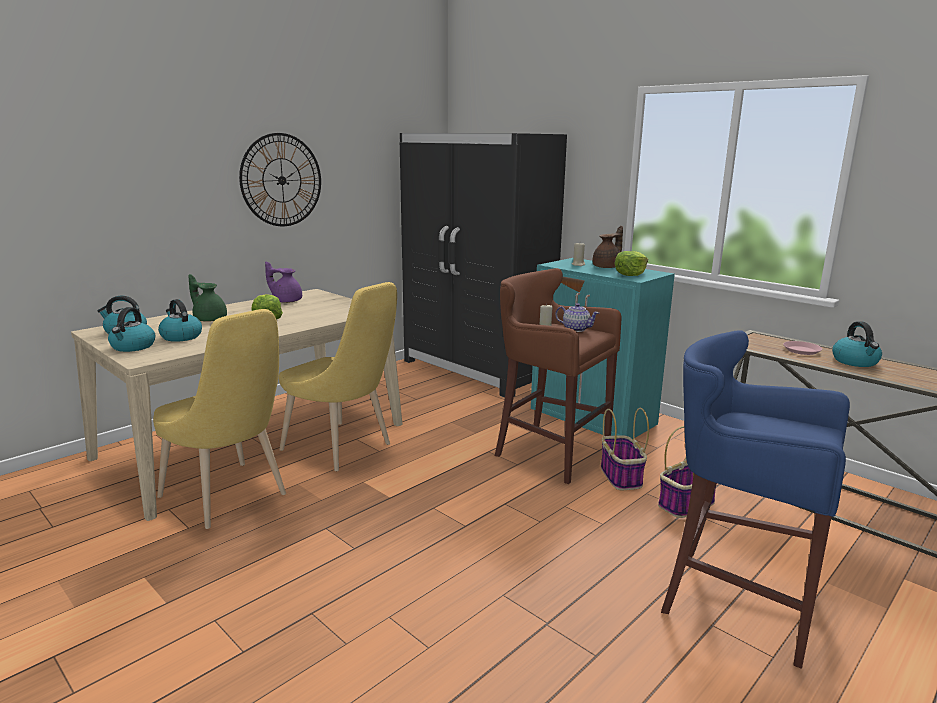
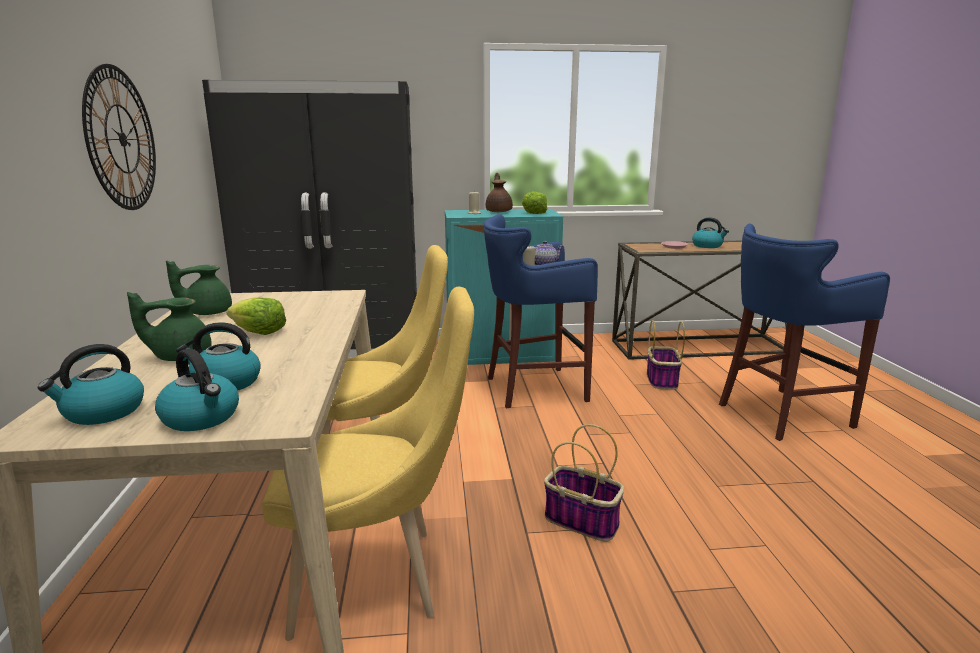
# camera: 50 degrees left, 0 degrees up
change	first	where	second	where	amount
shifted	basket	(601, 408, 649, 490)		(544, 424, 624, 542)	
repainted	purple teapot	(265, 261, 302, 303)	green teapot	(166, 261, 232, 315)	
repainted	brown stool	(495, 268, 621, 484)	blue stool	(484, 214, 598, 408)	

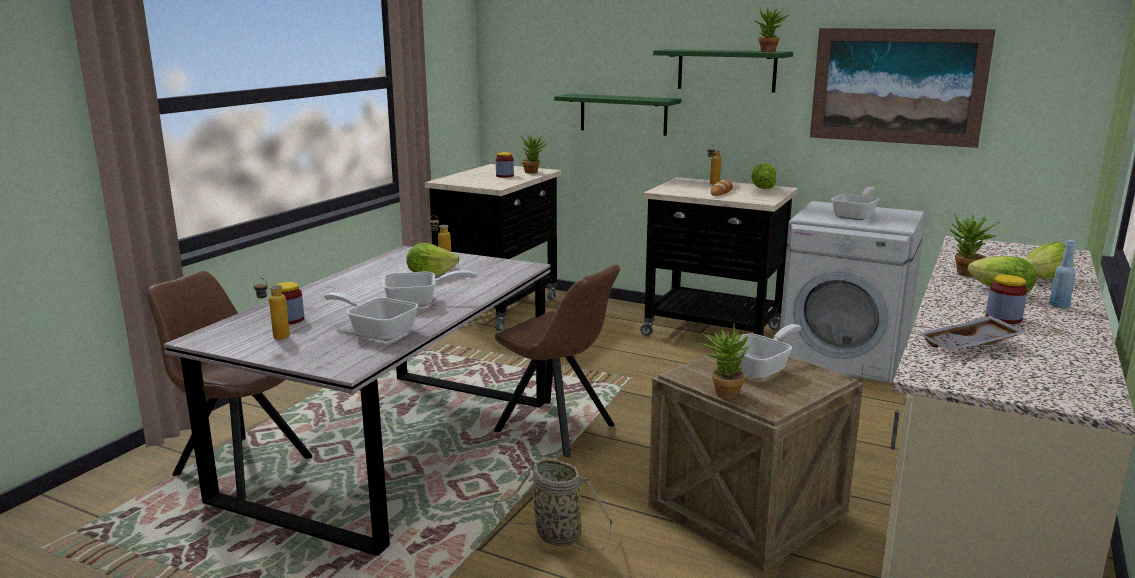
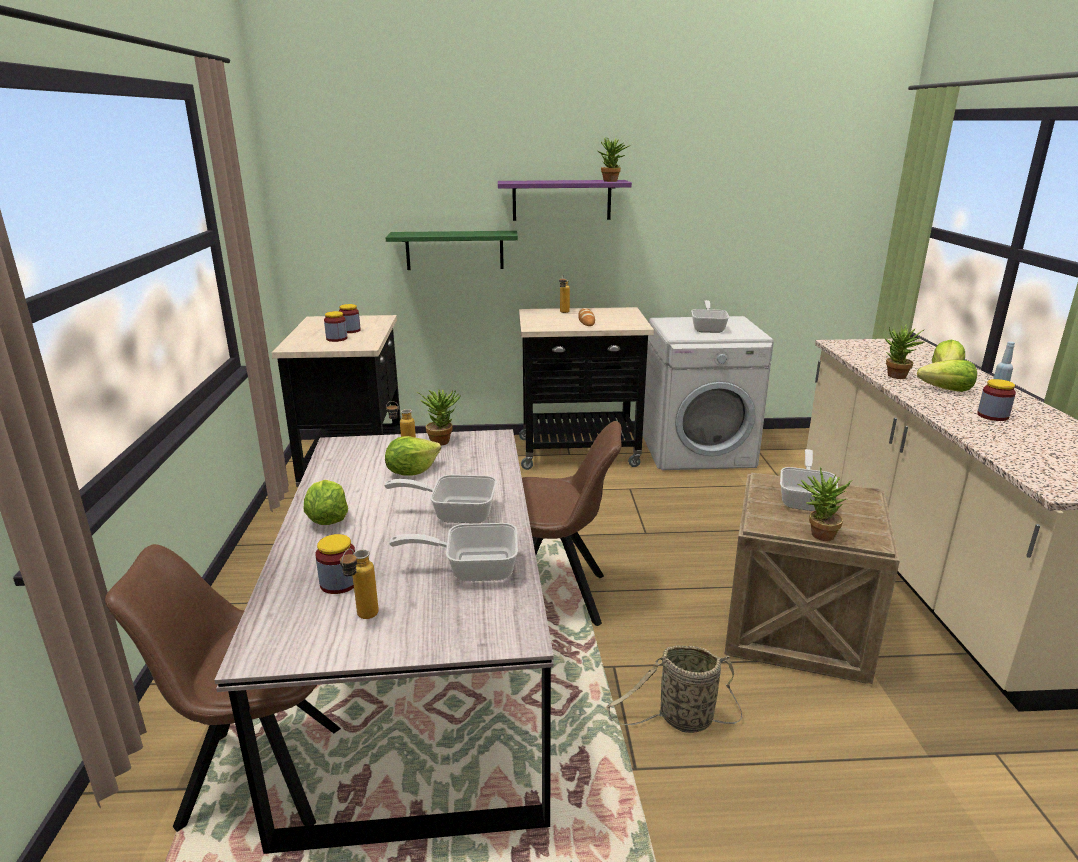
# camera: 30 degrees left, 5 degrees up
change	first	where	second	where	amount
gone	picture	(810, 28, 996, 148)			
gone	grey tray	(918, 316, 1026, 351)			
new			jar	(324, 311, 347, 342)	
shifted	potted plant	(520, 135, 547, 174)		(417, 389, 461, 446)	
shifted	lettuce	(751, 163, 776, 189)		(303, 480, 348, 525)	
repainted	green shelf	(653, 49, 793, 93)	purple shelf	(498, 180, 632, 221)	
rotated	frying pan	(383, 270, 477, 307)		(384, 475, 497, 523)	135 degrees counterclockwise

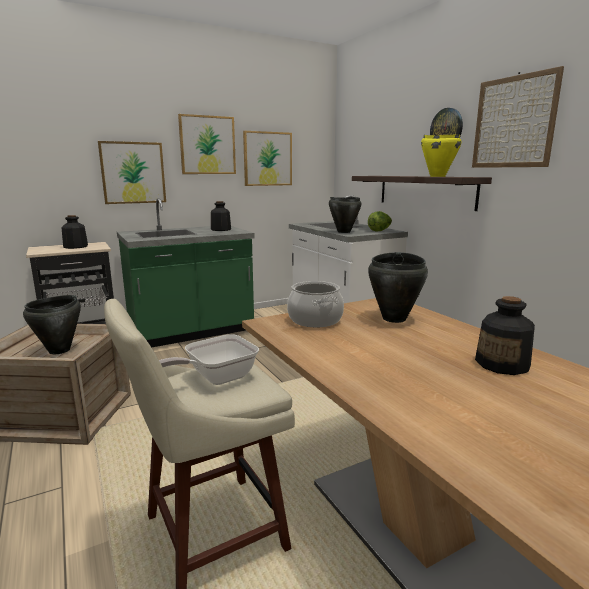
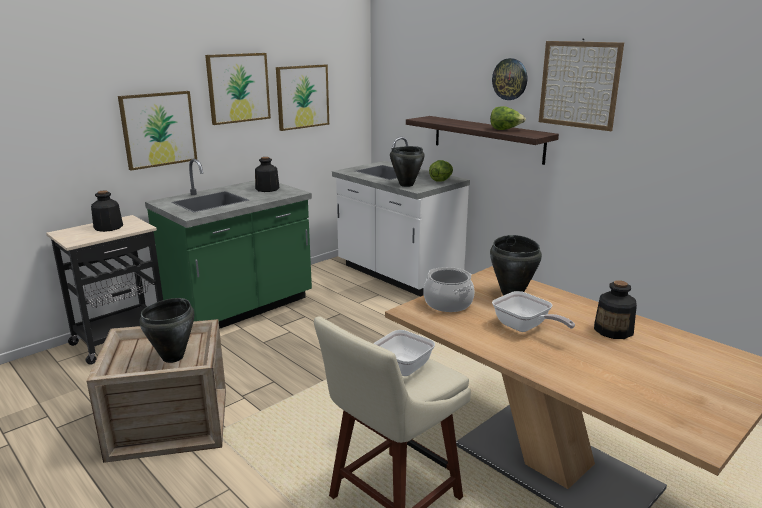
# camera: 15 degrees left, 5 degrees up
change	first	where	second	where	amount
new			frying pan	(492, 291, 575, 332)	
swapped	yellow cooking pot	(421, 135, 461, 177)	lettuce	(490, 106, 526, 130)	

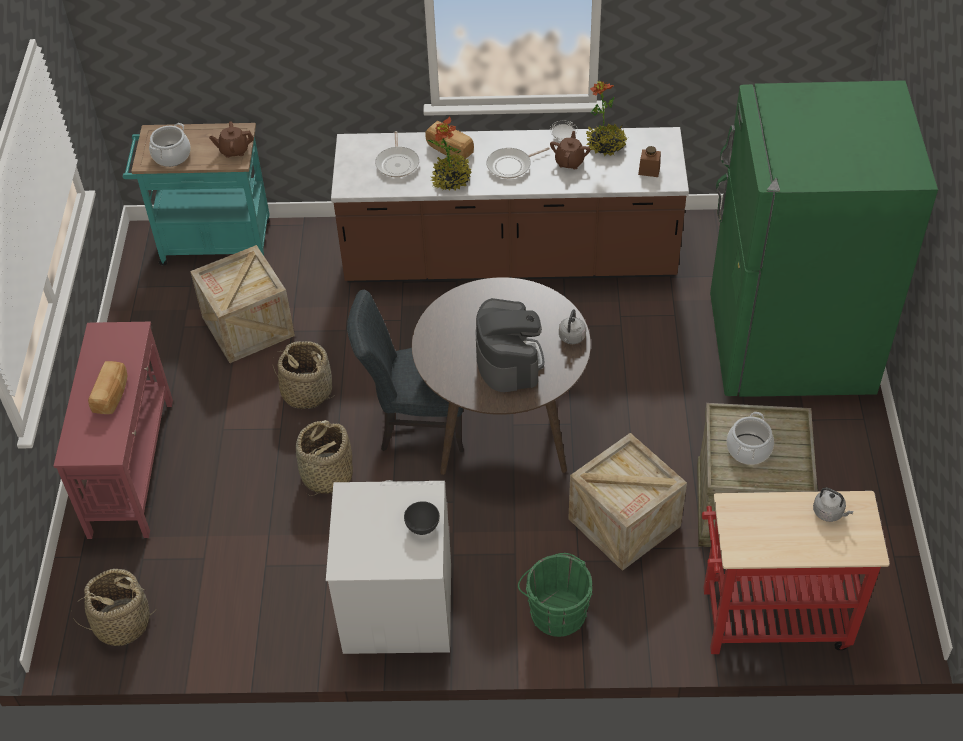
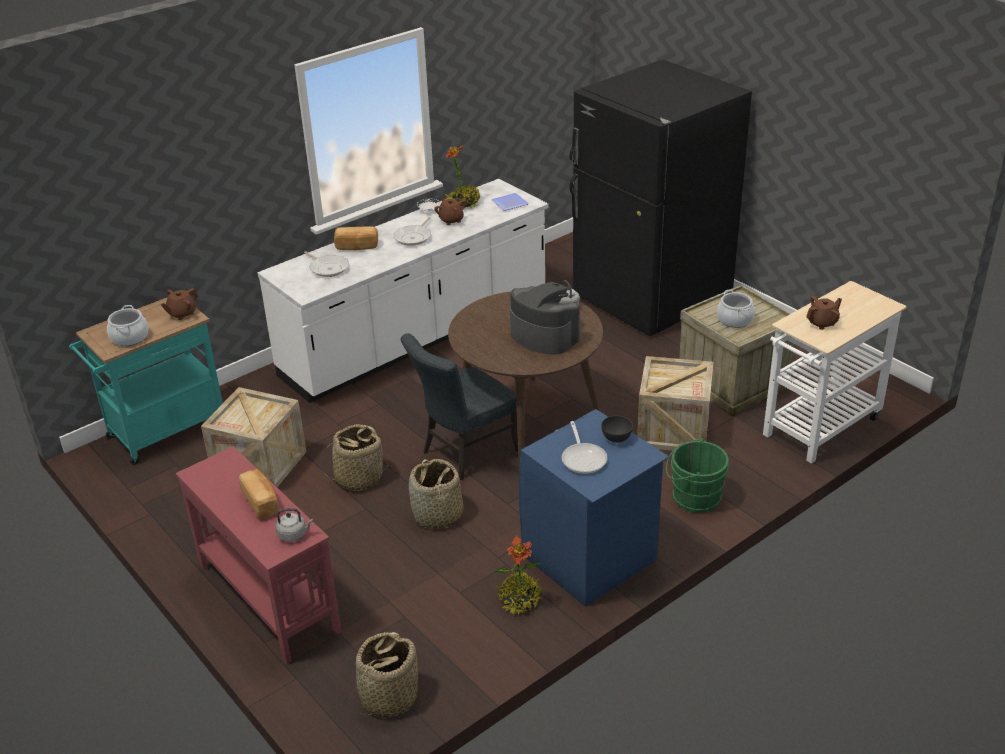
# camera: 40 degrees left, 15 degrees down
change	first	where	second	where	amount
new			frying pan	(562, 421, 608, 474)	
new			brown teapot	(806, 296, 842, 330)	
shifted	potted plant	(428, 117, 472, 191)		(494, 536, 543, 615)	
shifted	grey kettle	(813, 487, 853, 522)		(276, 508, 313, 542)	
swapped	brown jar	(638, 146, 661, 177)	plate	(491, 193, 529, 211)	
repainted	white washing machine	(326, 480, 451, 654)	blue washing machine	(519, 409, 669, 607)	
repainted	brown counter	(331, 127, 689, 282)	white counter	(257, 179, 548, 403)	
repainted	red cart	(702, 491, 890, 654)	white cart	(763, 281, 906, 463)	
repainted	green fridge	(710, 80, 938, 397)	black fridge	(569, 59, 752, 336)	

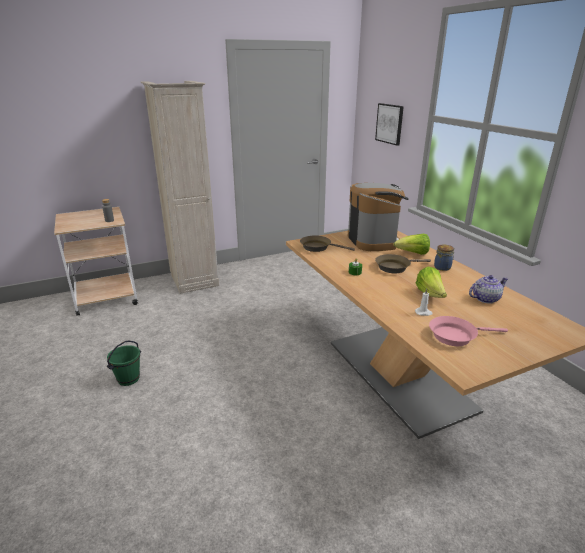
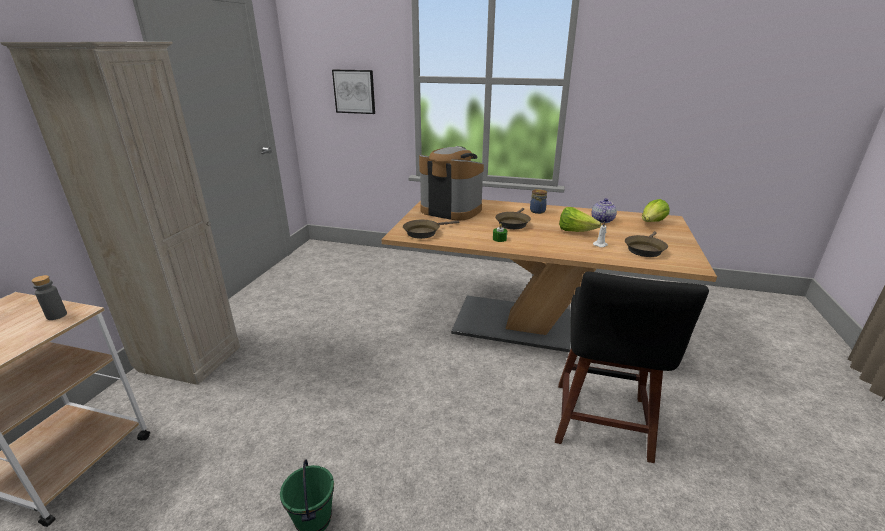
# camera: 50 degrees left, 0 degrees up
change	first	where	second	where	amount
new			black stool	(555, 272, 709, 463)	
shifted	lettuce	(393, 234, 430, 255)		(642, 199, 669, 222)	
repainted	pink frying pan	(429, 316, 508, 346)	brown frying pan	(625, 231, 668, 257)	

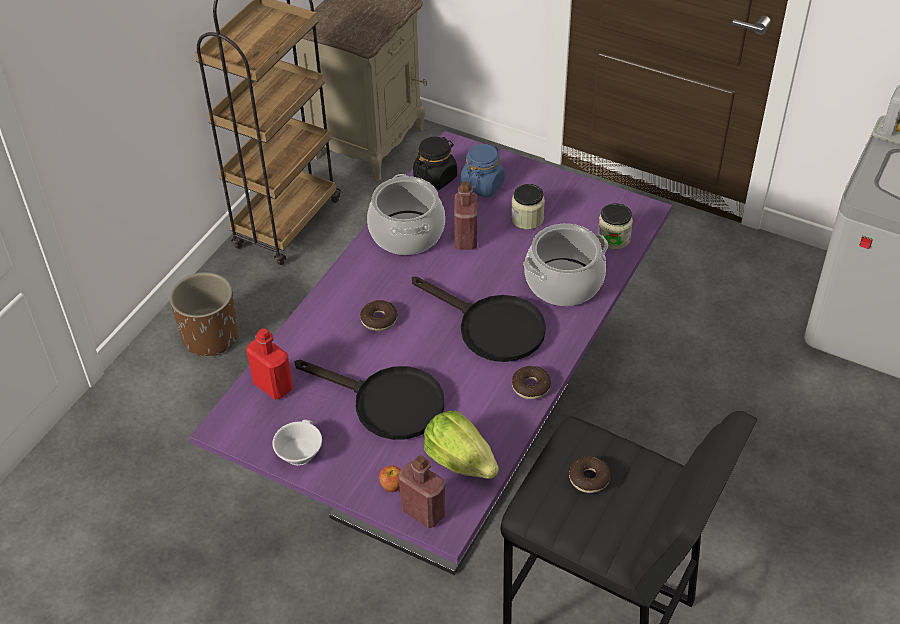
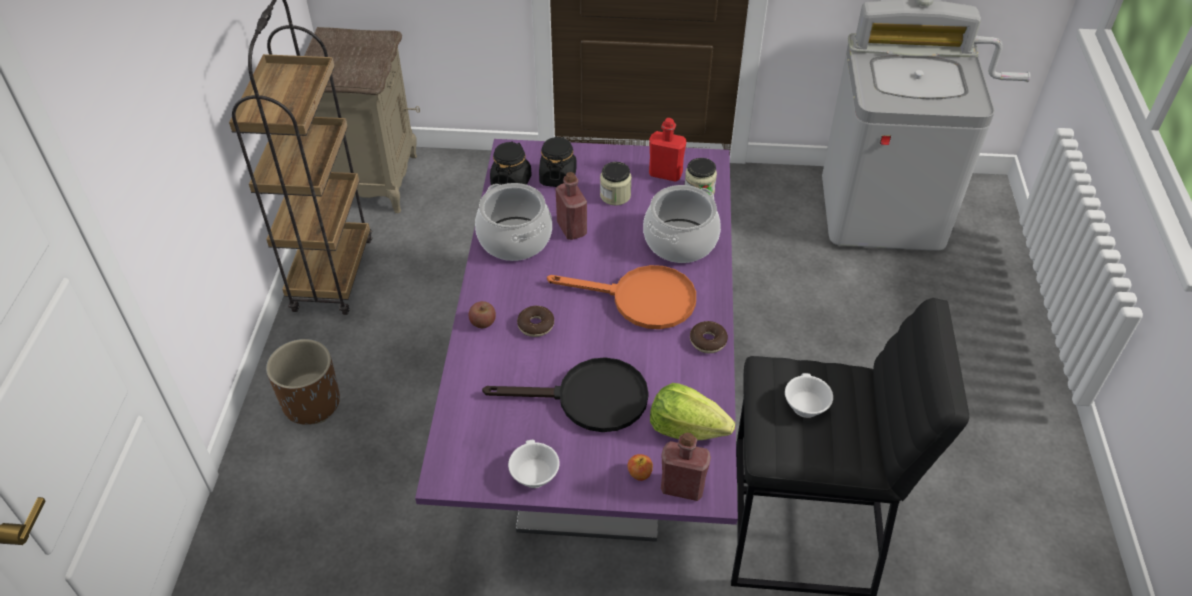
# camera: 25 degrees left, 0 degrees up
change	first	where	second	where	amount
new			apple	(469, 301, 496, 328)	
shifted	red bottle	(246, 328, 293, 400)		(649, 118, 686, 182)	
swapped	donut	(569, 456, 611, 493)	white cup	(785, 373, 833, 418)	
repainted	black frying pan	(412, 277, 546, 362)	orange frying pan	(547, 265, 696, 329)	
repainted	blue jar	(461, 143, 505, 198)	black jar	(539, 137, 576, 187)	

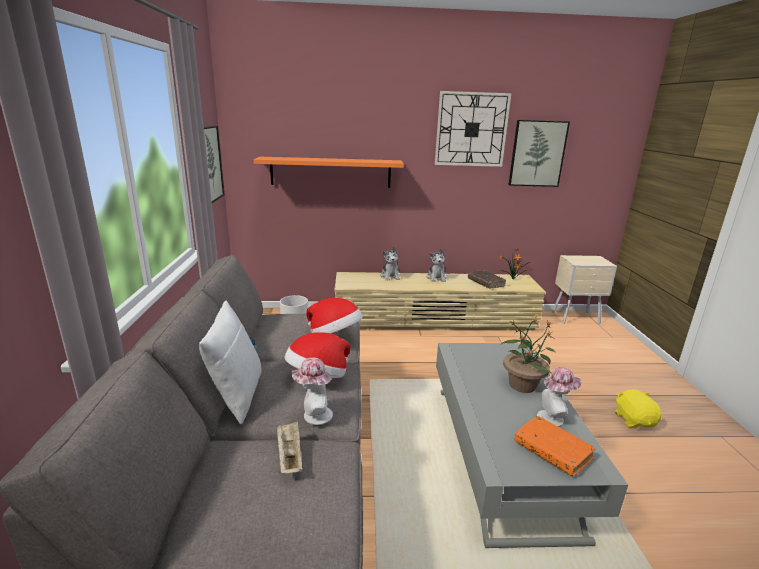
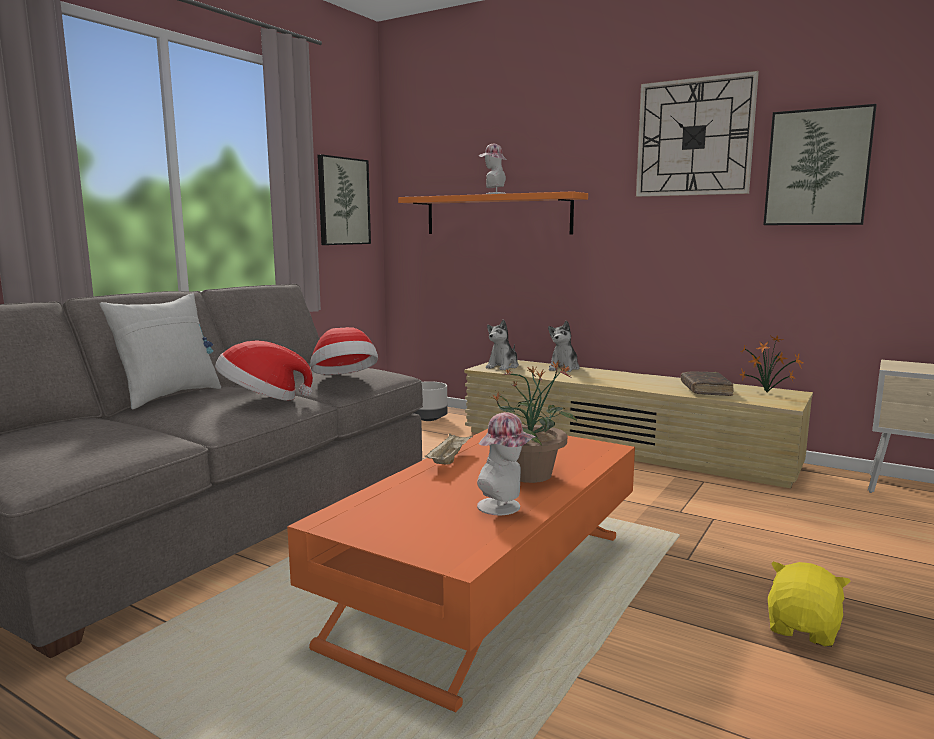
# camera: 35 degrees right, 10 degrees down
change	first	where	second	where	amount
gone	orange book	(514, 416, 595, 476)			
shifted	beige tray	(276, 421, 302, 474)		(424, 433, 473, 465)	
shifted	hat	(291, 357, 333, 425)		(479, 144, 507, 194)	
shifted	plush toy	(427, 249, 447, 282)		(486, 319, 519, 370)	
repainted	grey coffee table	(436, 343, 628, 548)	orange coffee table	(287, 429, 635, 712)	

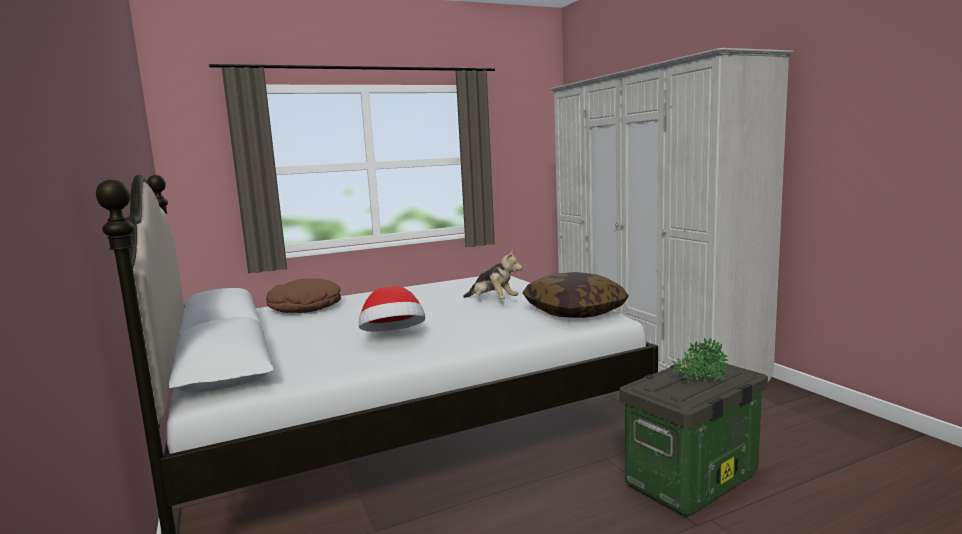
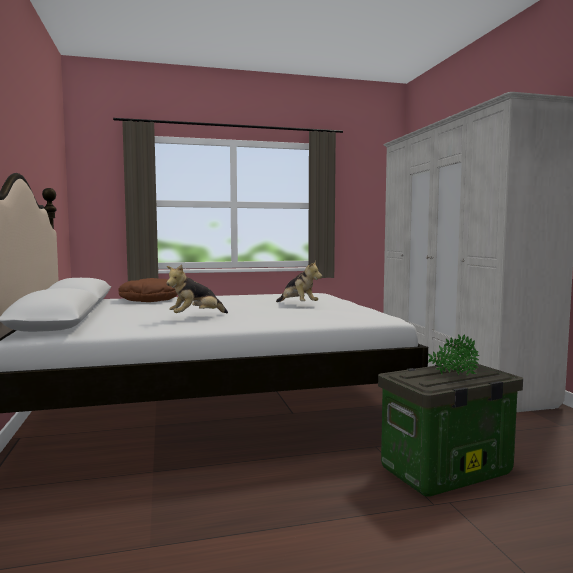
# camera: 10 degrees right, 5 degrees down
change	first	where	second	where	amount
gone	pillow	(522, 272, 629, 318)			
swapped	hat	(359, 286, 425, 331)	plush toy	(166, 265, 228, 313)	

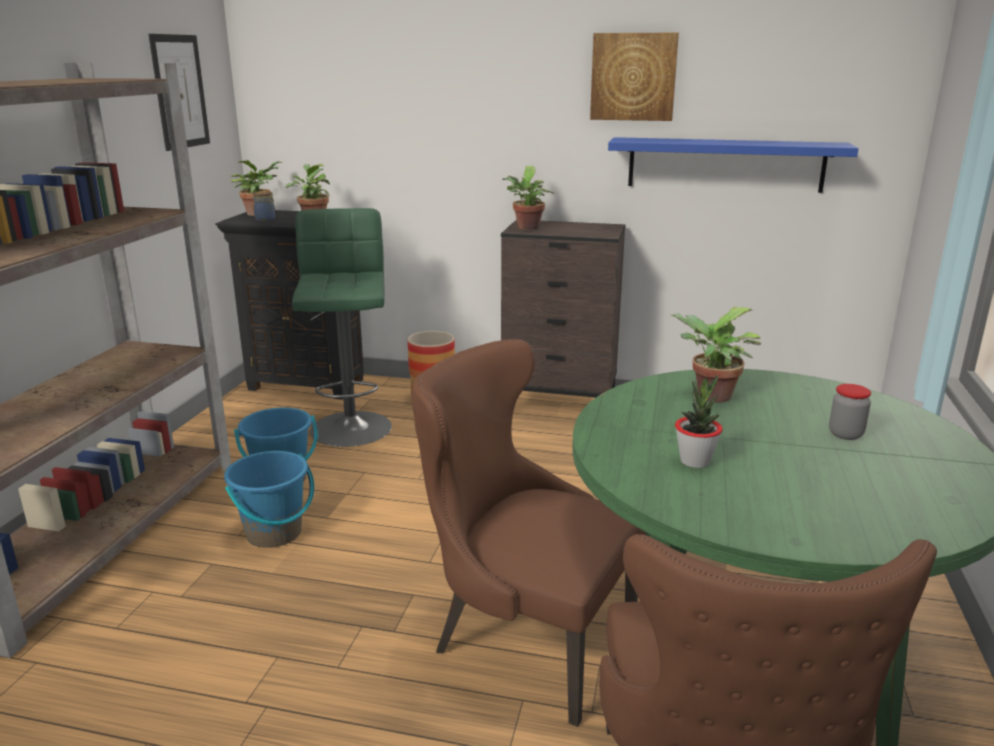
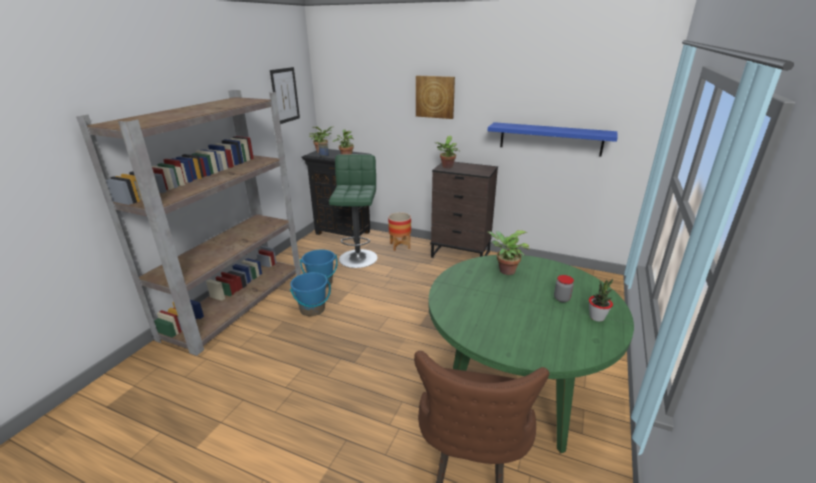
# camera: 10 degrees right, 5 degrees up
change	first	where	second	where	amount
gone	brown chair	(412, 339, 645, 727)			
shifted	picture	(590, 32, 679, 121)		(416, 76, 455, 119)	
shifted	potted plant	(675, 375, 722, 468)		(589, 279, 613, 322)	

